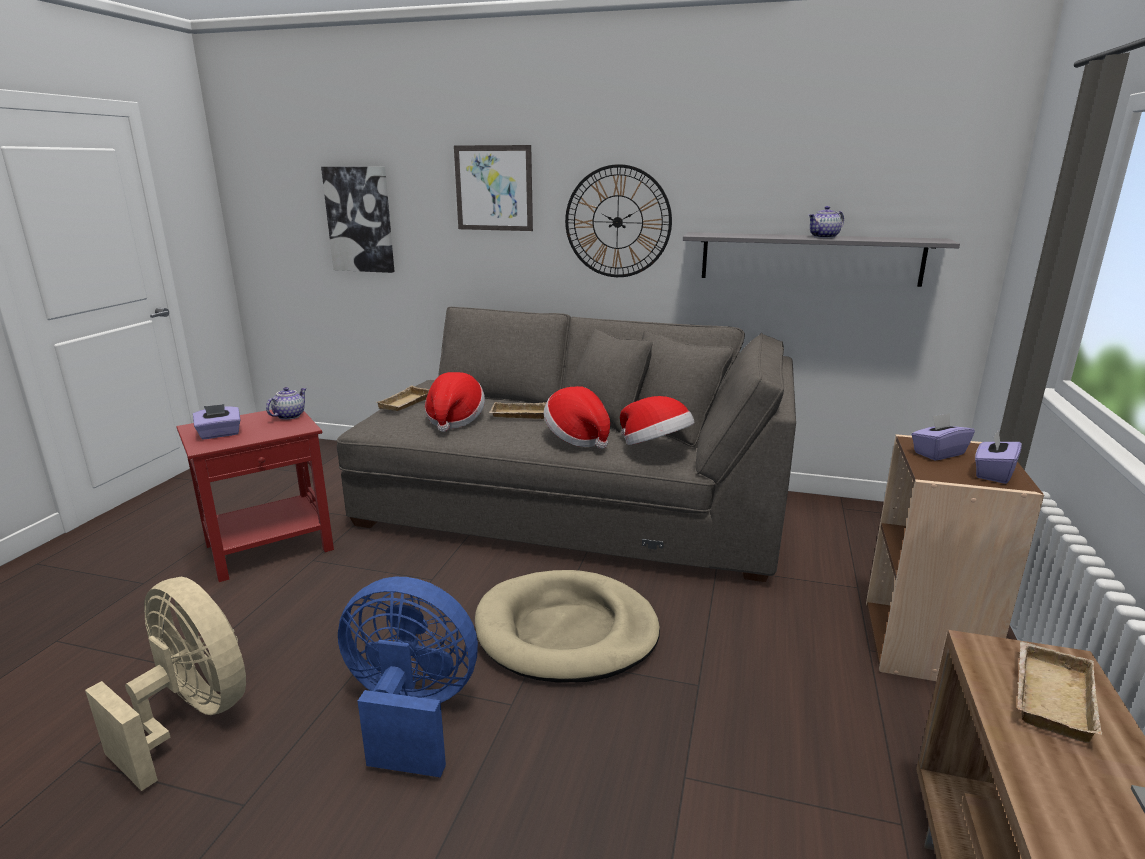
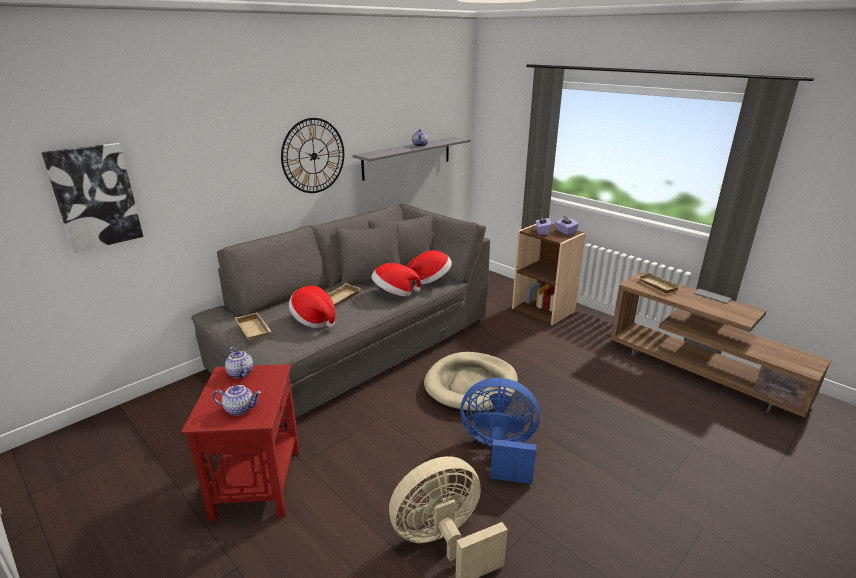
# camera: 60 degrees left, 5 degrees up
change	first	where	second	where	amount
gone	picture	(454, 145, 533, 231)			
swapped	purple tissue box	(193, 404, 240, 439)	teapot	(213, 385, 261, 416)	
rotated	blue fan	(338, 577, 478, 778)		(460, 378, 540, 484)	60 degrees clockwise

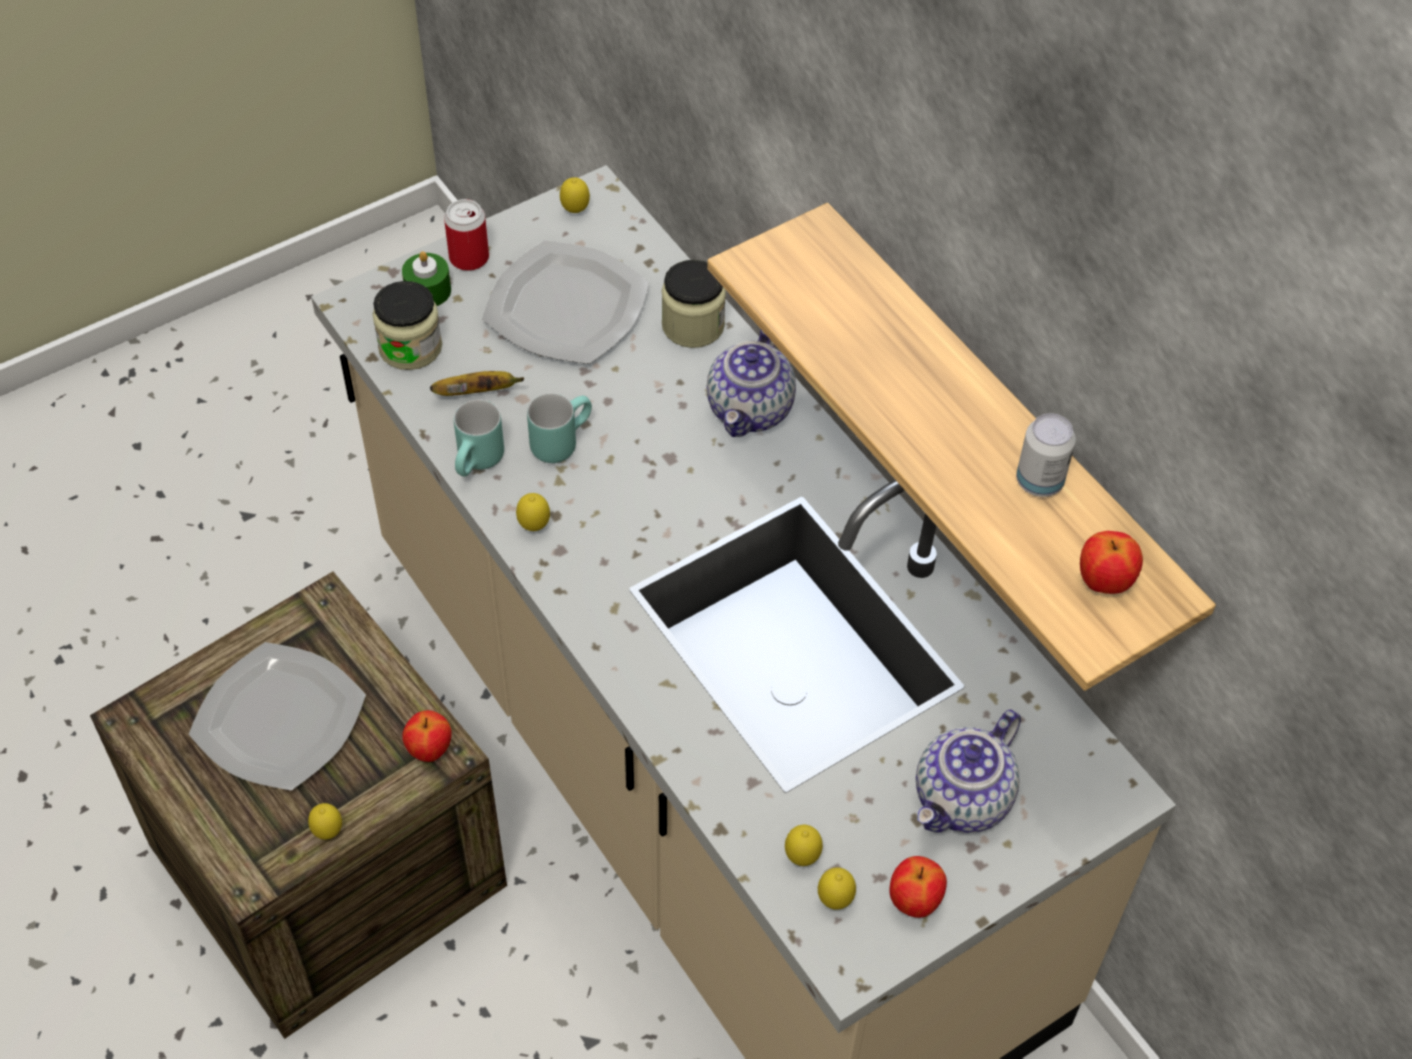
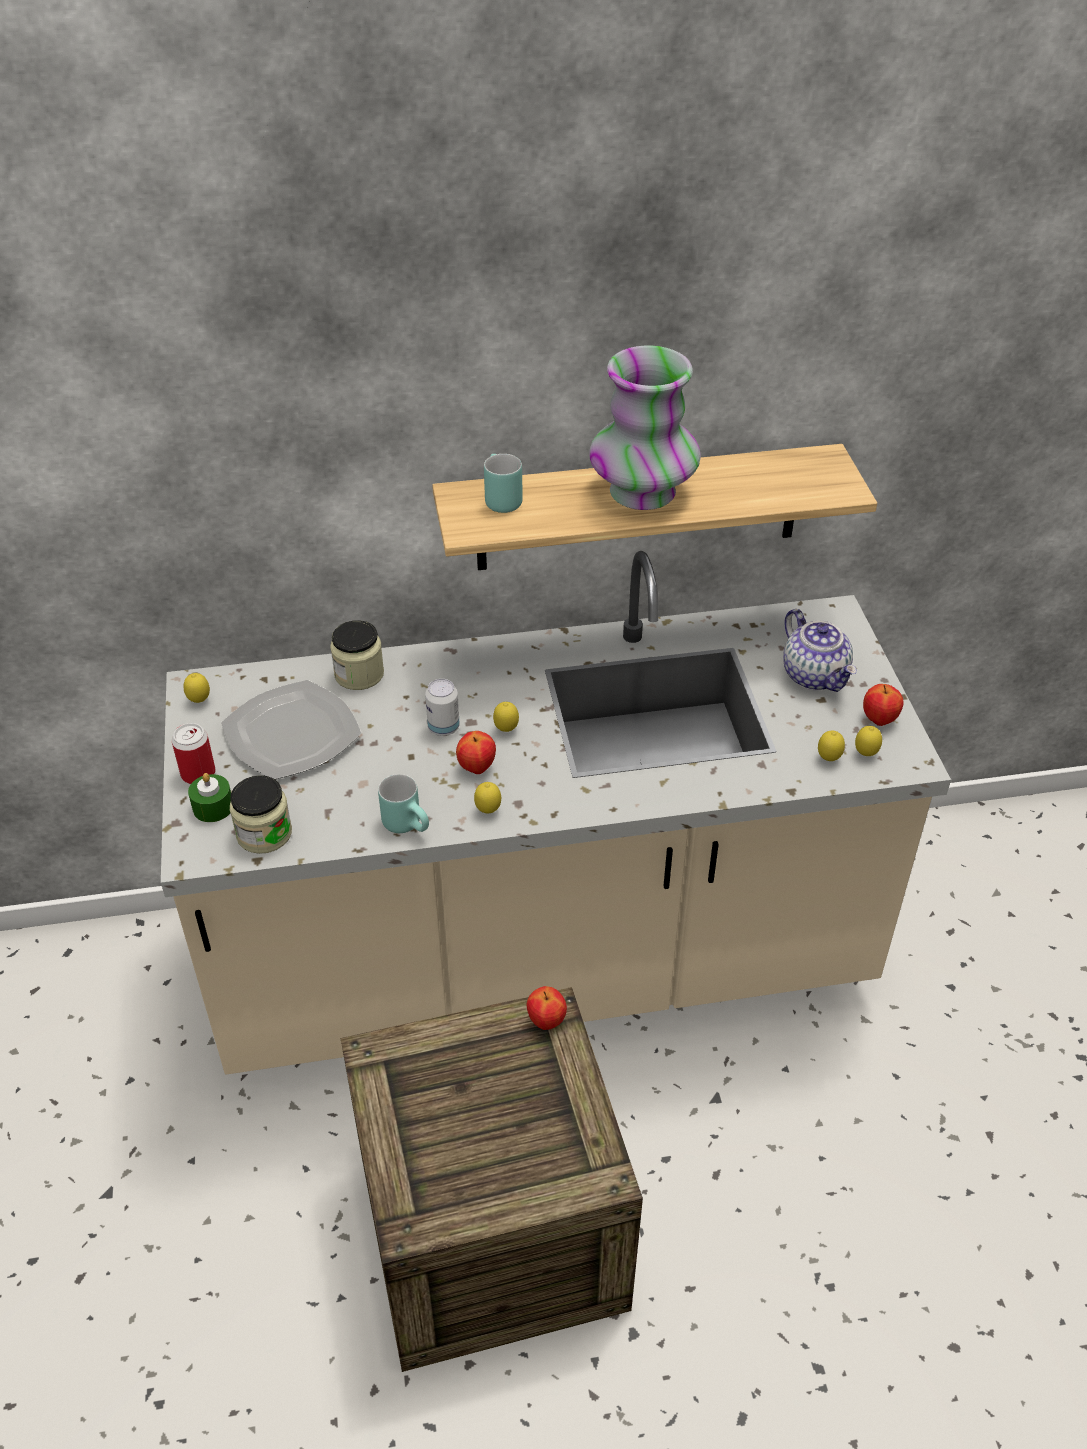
# camera: 65 degrees left, 10 degrees down
change	first	where	second	where	amount
gone	plate	(189, 642, 366, 791)			
gone	banana	(430, 371, 524, 396)			
gone	teapot	(707, 330, 796, 437)			
new			vase	(589, 346, 701, 510)	
shifted	lemon	(308, 803, 342, 840)		(493, 702, 519, 732)	
shifted	turquoise mug	(527, 393, 592, 463)		(484, 454, 523, 513)	
shifted	can	(1016, 413, 1076, 497)		(425, 679, 460, 736)	
shifted	apple	(1080, 531, 1143, 594)		(456, 731, 496, 774)	

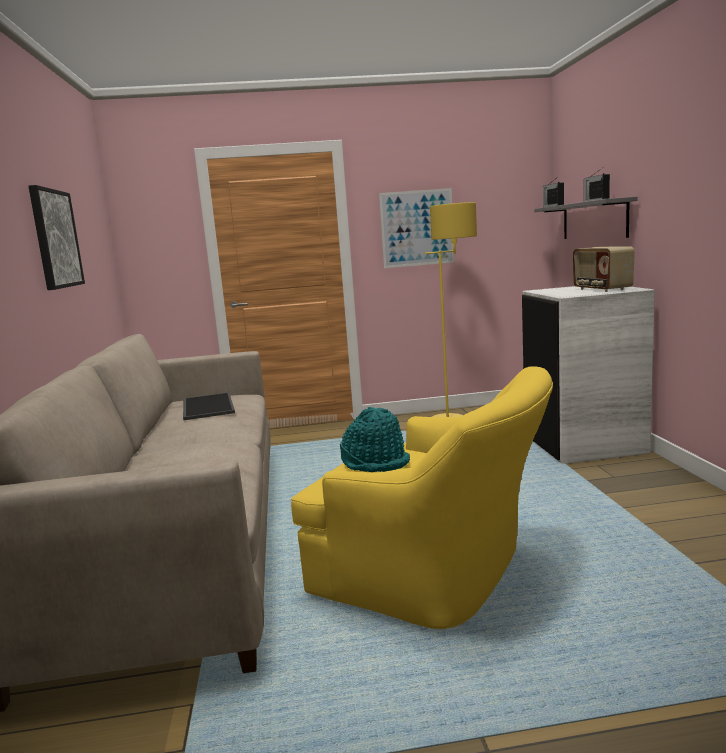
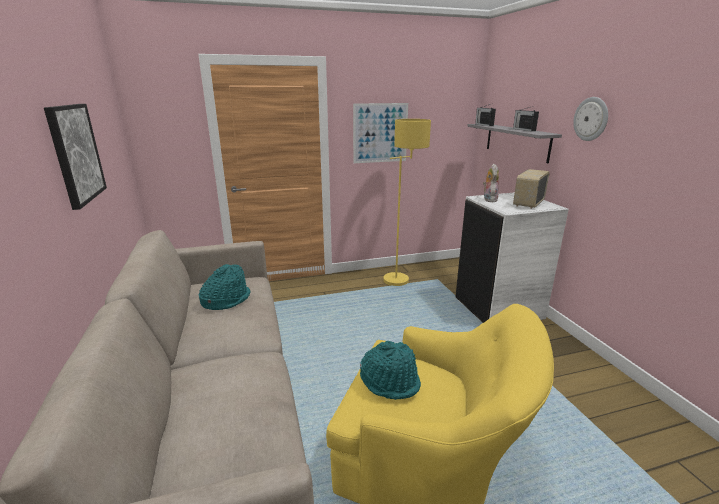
# camera: 10 degrees left, 10 degrees up
change	first	where	second	where	amount
new			plush toy	(483, 164, 499, 202)	
new			wall clock	(573, 97, 608, 141)	
swapped	tray	(183, 392, 235, 420)	turquoise hat	(198, 264, 250, 310)	
rotated	radio	(573, 246, 635, 292)		(513, 169, 550, 209)	60 degrees clockwise

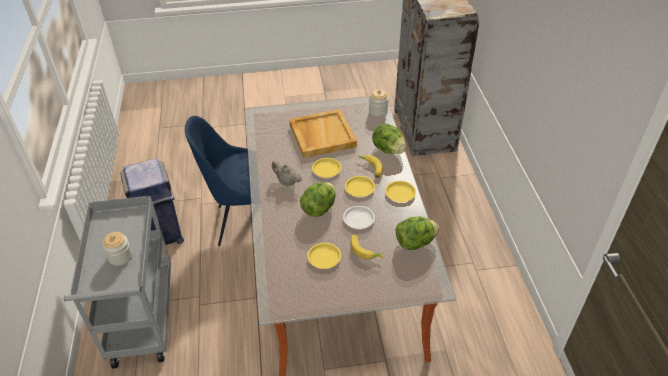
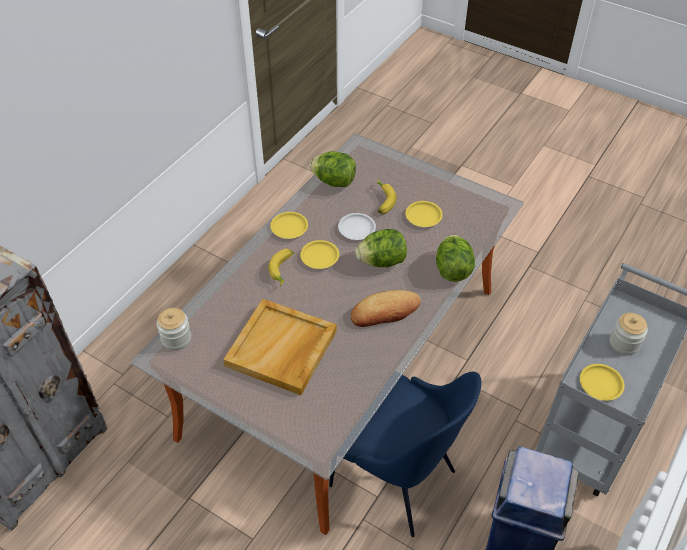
# camera: 140 degrees left, 5 degrees up
change	first	where	second	where	amount
shifted	yellow plate	(312, 158, 341, 178)		(580, 364, 624, 401)	
shifted	lettuce	(372, 123, 406, 154)		(436, 235, 475, 282)	
swapped	beige teapot	(272, 161, 302, 186)	bread	(351, 290, 421, 327)	

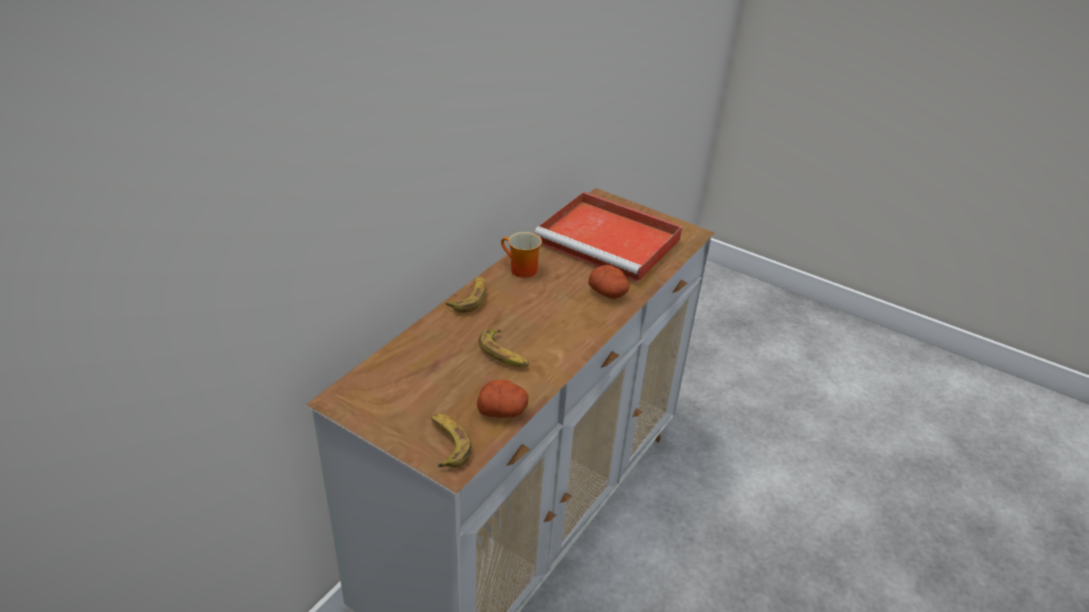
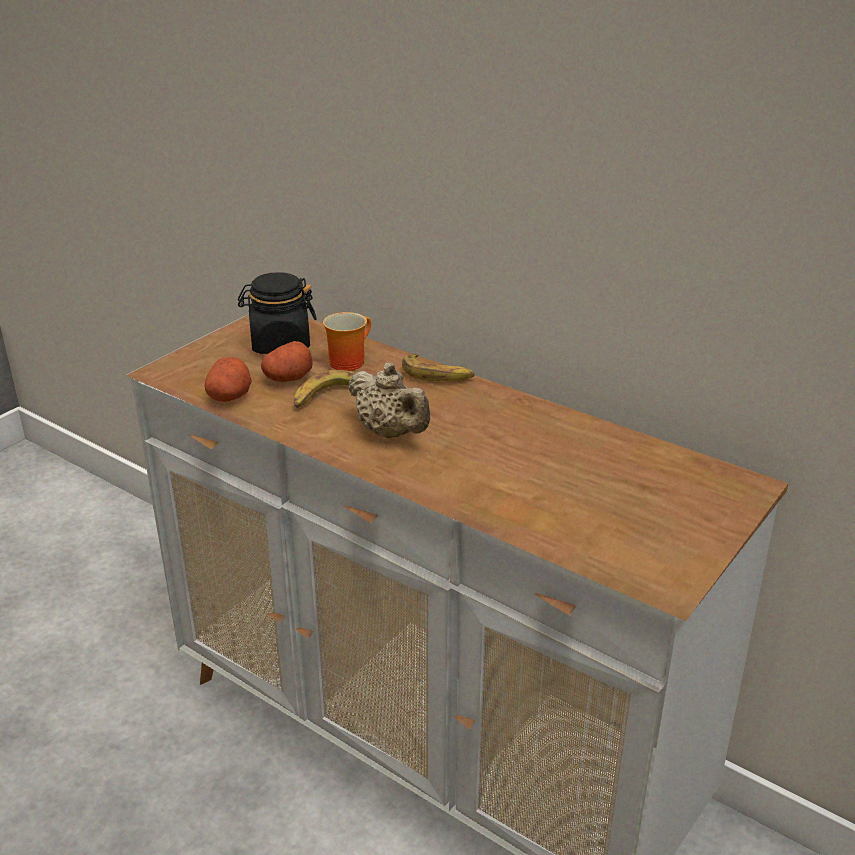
# camera: 95 degrees right, 5 degrees down
change	first	where	second	where	amount
gone	banana	(430, 414, 472, 468)			
gone	red tray	(534, 192, 682, 282)			
new			black jar	(238, 272, 316, 354)	
new			beige teapot	(348, 362, 430, 438)	
shifted	mug	(501, 232, 542, 278)		(323, 312, 371, 371)	
shifted	potato	(588, 265, 630, 299)		(261, 341, 313, 382)	

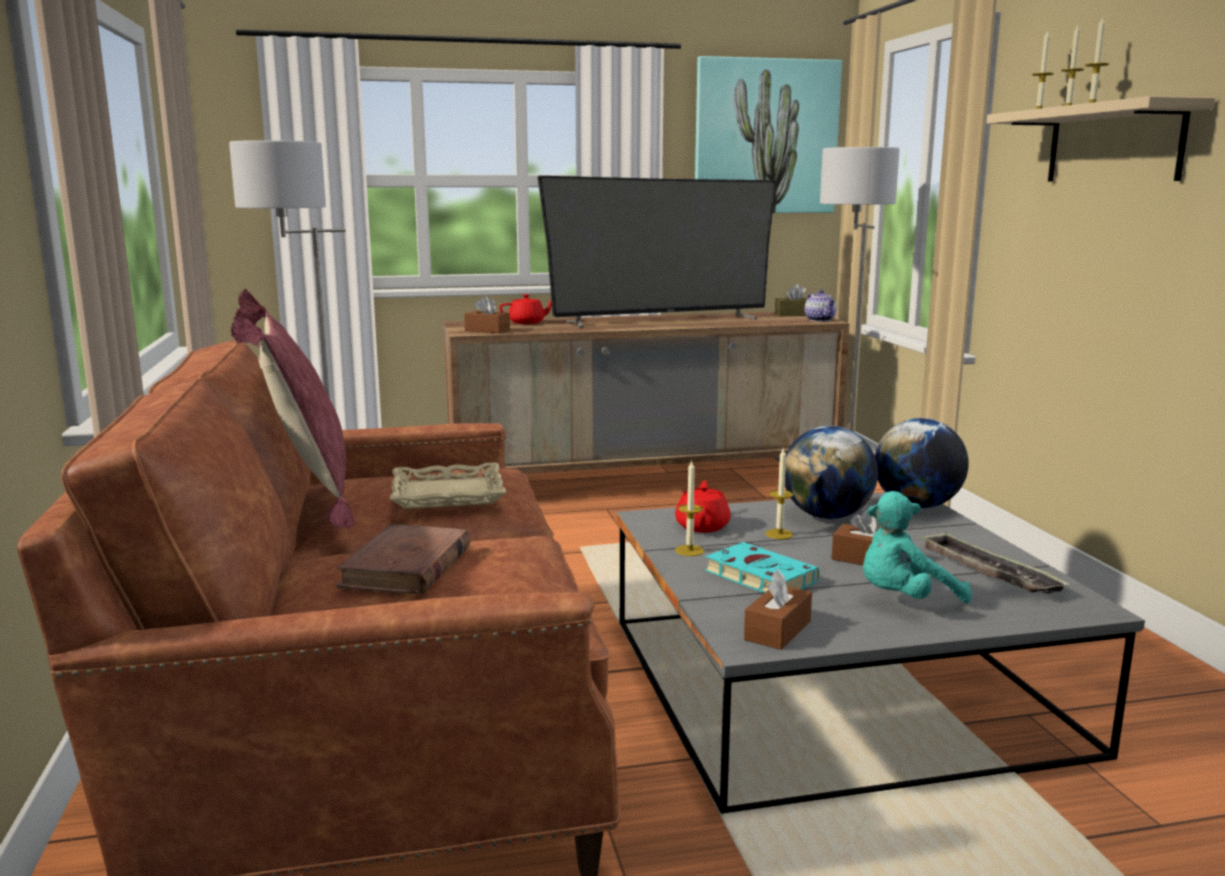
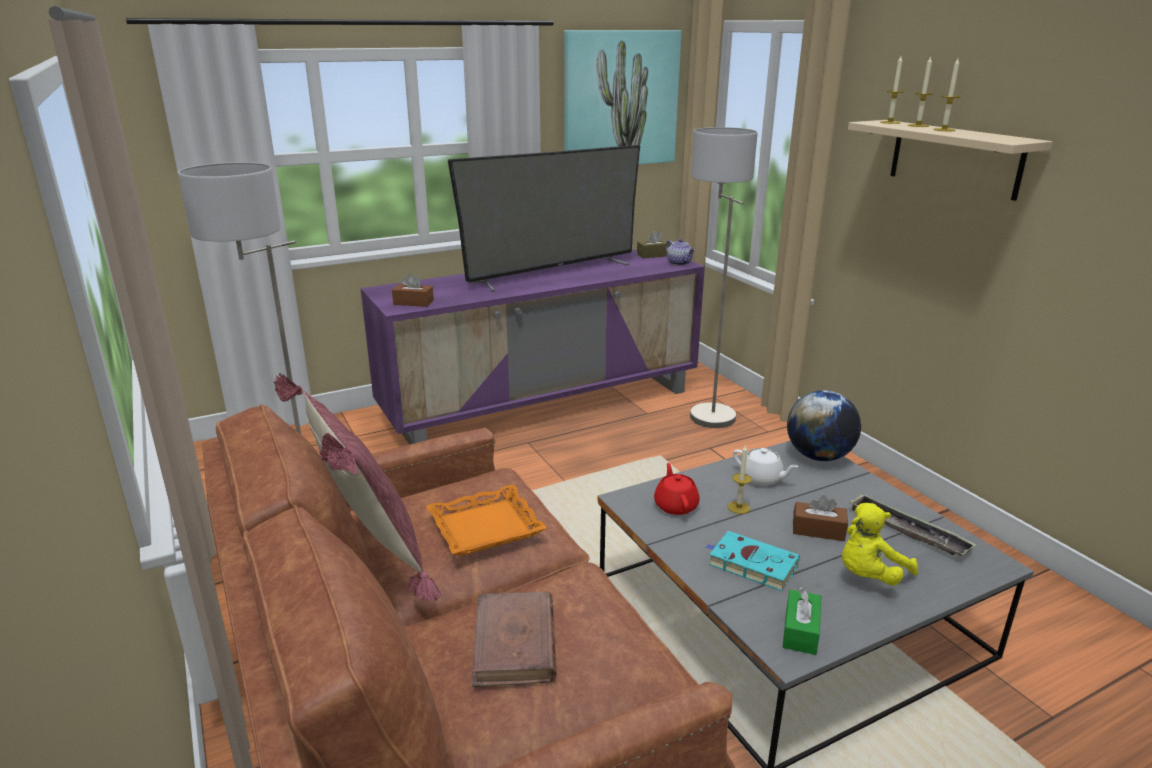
# camera: 15 degrees left, 10 degrees up
change	first	where	second	where	amount
gone	red teapot	(499, 294, 552, 324)			
gone	candle	(675, 460, 704, 556)			
swapped	globe	(785, 426, 878, 519)	white teapot	(733, 448, 799, 486)	
repainted	beige tray	(390, 462, 506, 509)	orange tray	(426, 484, 547, 556)	
repainted	brown tv stand	(443, 311, 850, 474)	purple tv stand	(361, 250, 705, 445)	
repainted	brown tissue box	(744, 569, 812, 650)	green tissue box	(783, 587, 822, 655)	
repainted	turquoise plush toy	(863, 491, 972, 603)	yellow plush toy	(842, 503, 918, 586)	

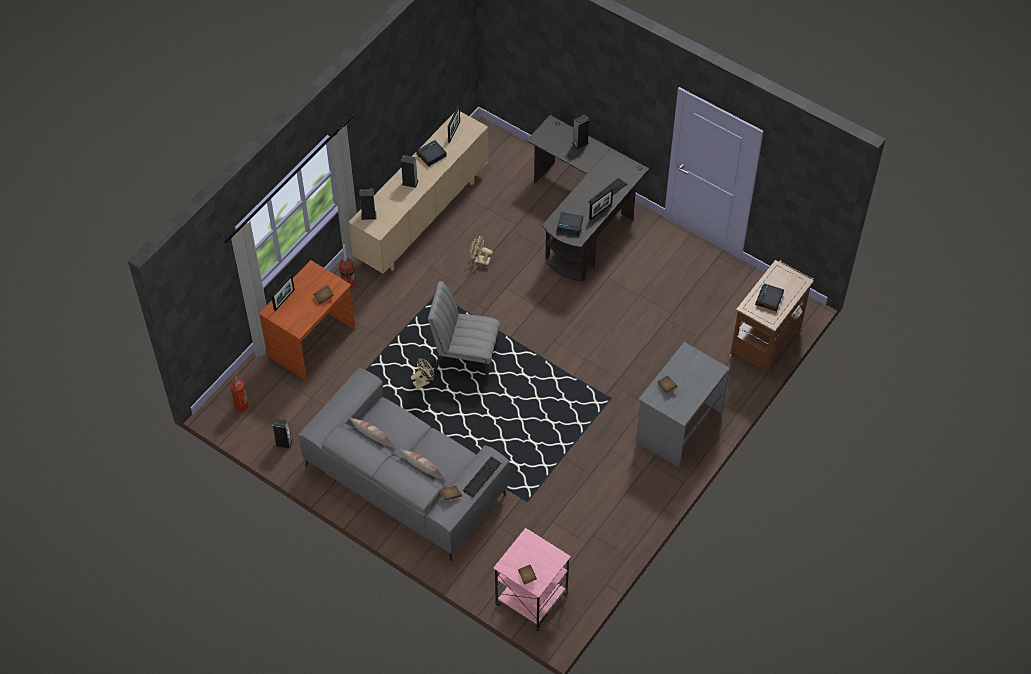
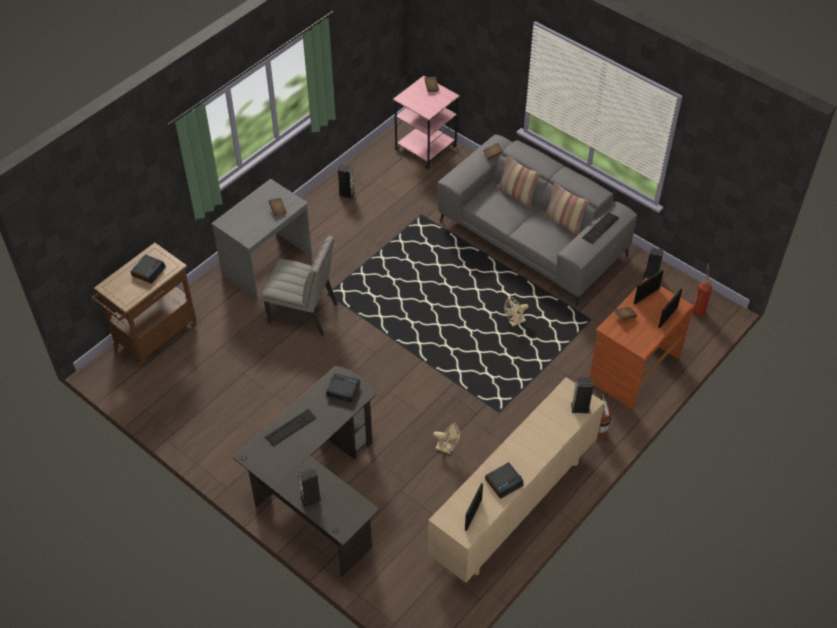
# camera: 175 degrees left, 5 degrees down
change	first	where	second	where	amount
shifted	speaker	(401, 155, 419, 188)		(338, 164, 355, 199)	
shifted	grey chair	(428, 281, 500, 382)		(261, 236, 338, 336)	
shifted	keyboard	(462, 456, 501, 497)		(582, 212, 619, 244)	
shifted	picture frame	(589, 188, 613, 220)		(634, 270, 664, 304)	

